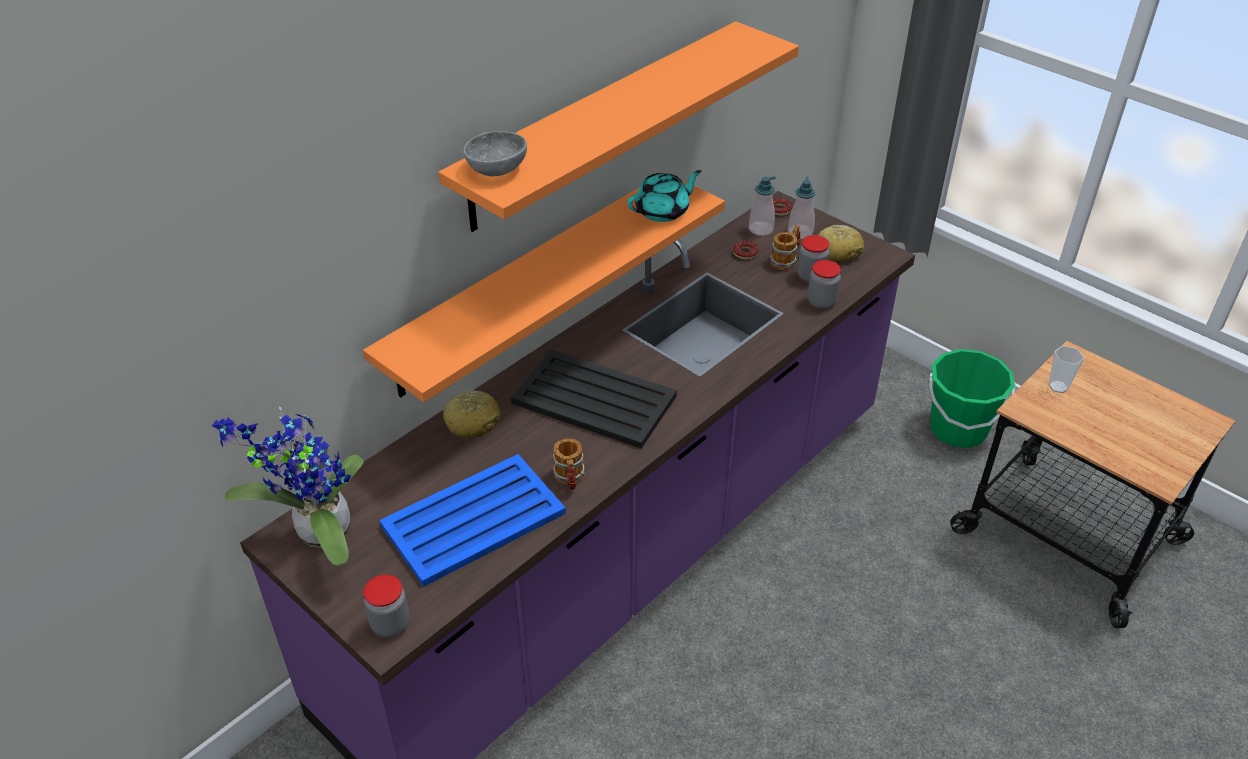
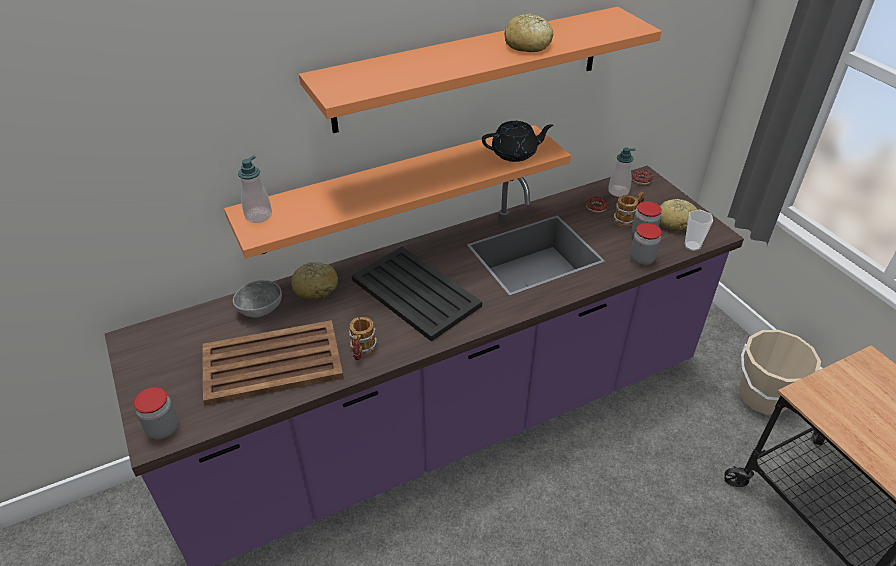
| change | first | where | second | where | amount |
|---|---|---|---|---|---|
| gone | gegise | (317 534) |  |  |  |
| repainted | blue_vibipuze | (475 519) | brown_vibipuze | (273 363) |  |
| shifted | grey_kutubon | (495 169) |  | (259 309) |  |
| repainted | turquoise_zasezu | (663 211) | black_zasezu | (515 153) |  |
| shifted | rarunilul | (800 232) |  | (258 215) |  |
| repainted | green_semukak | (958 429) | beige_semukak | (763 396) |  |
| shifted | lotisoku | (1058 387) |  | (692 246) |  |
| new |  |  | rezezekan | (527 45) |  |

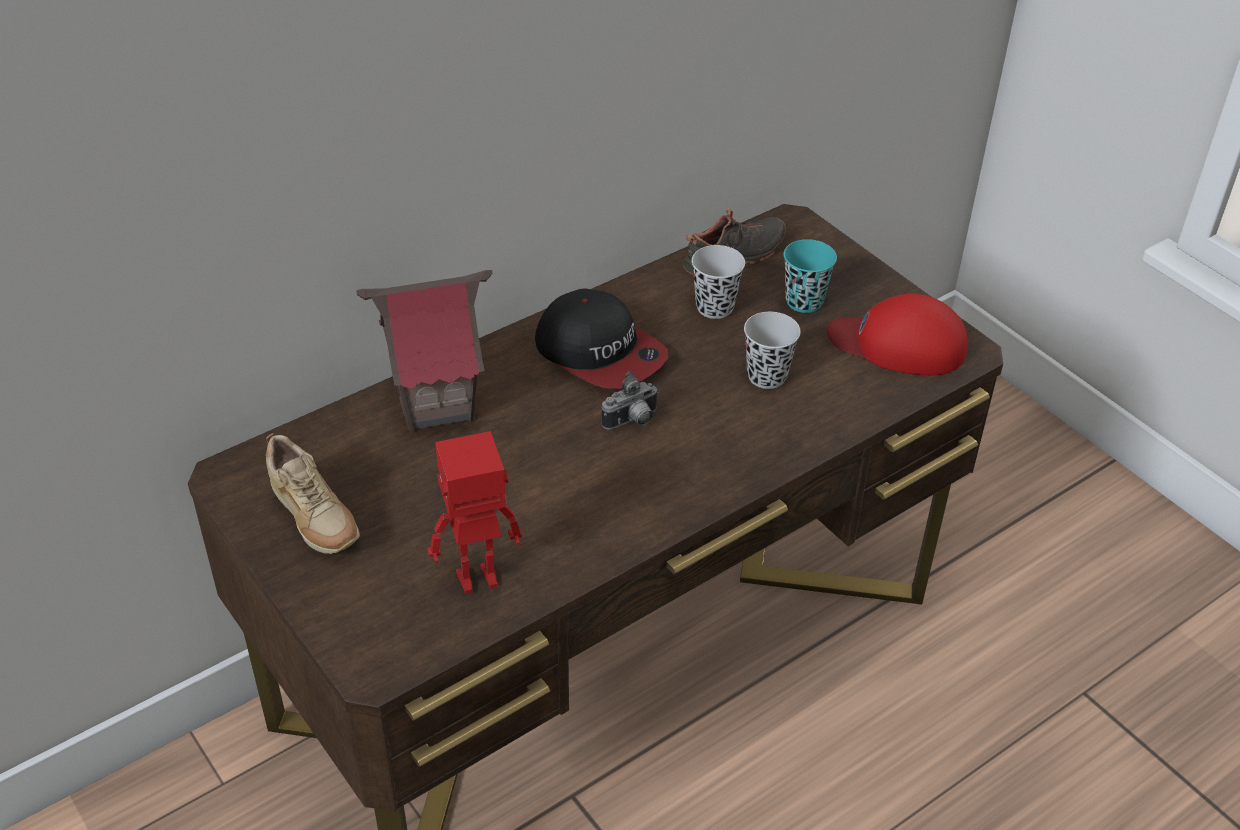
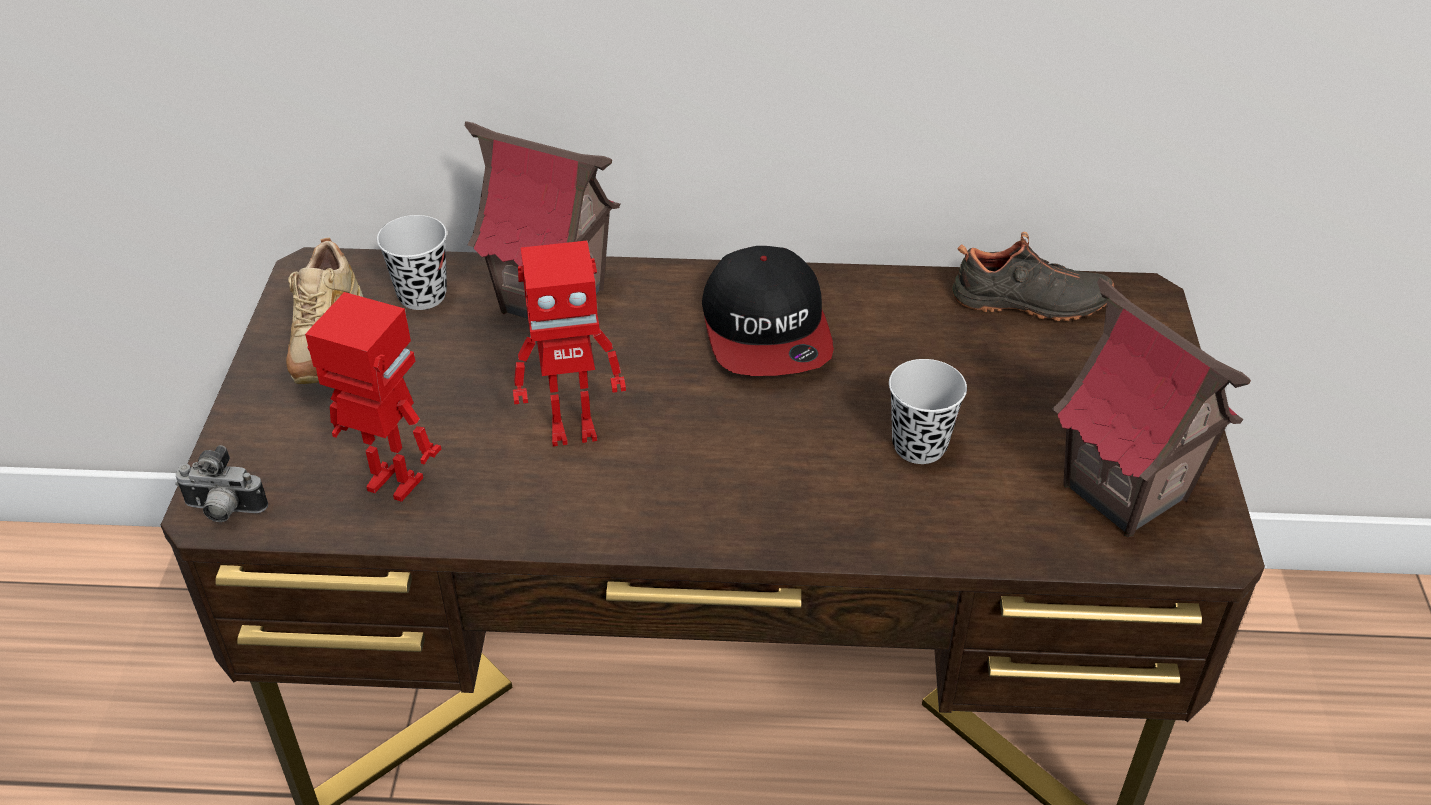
| change | first | where | second | where | amount |
|---|---|---|---|---|---|
| shifted | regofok | (632 421) |  | (223 511) |  |
| shifted | black_lotisoku | (714 307) |  | (422 295) |  |
| gone | turquoise_lotisoku | (804 301) |  |  |  |
| swapped | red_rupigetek | (898 344) | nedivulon | (1124 493) |  |
| new |  |  | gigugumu | (572 429) |  |

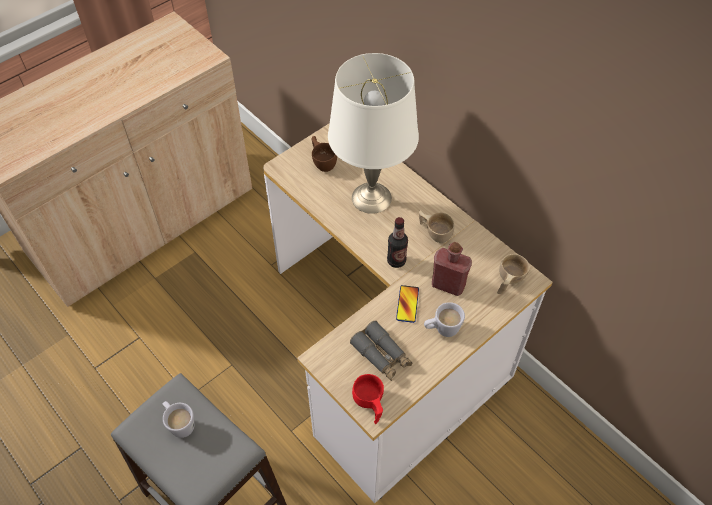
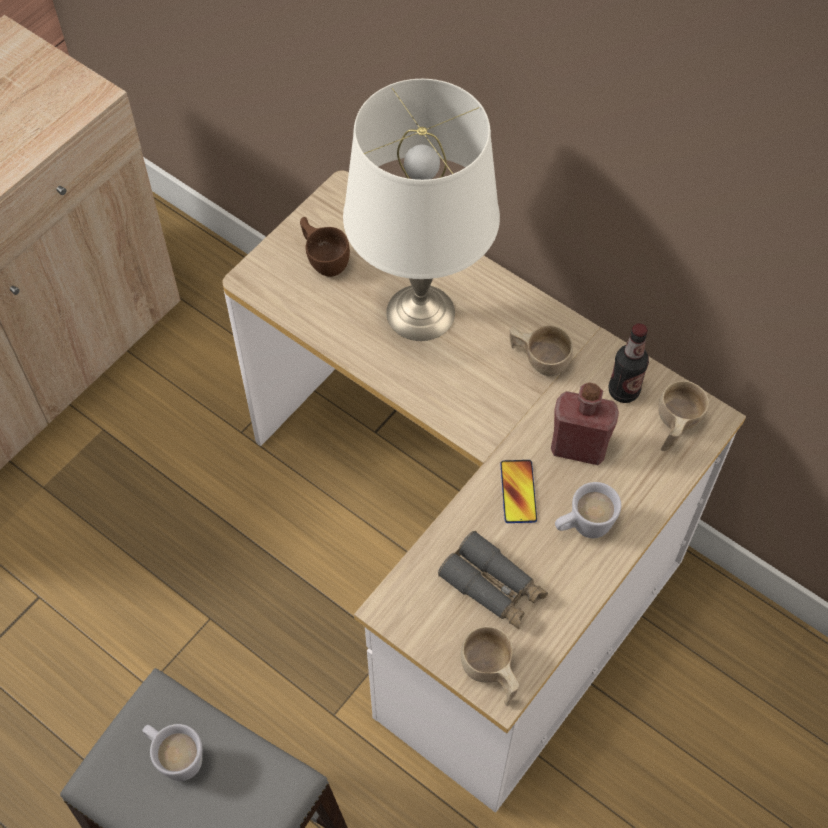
| change | first | where | second | where | amount |
|---|---|---|---|---|---|
| repainted | red_lotisoku | (369 404) | beige_lotisoku | (490 674) |  |
| shifted | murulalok | (396 261) |  | (623 391) |  |

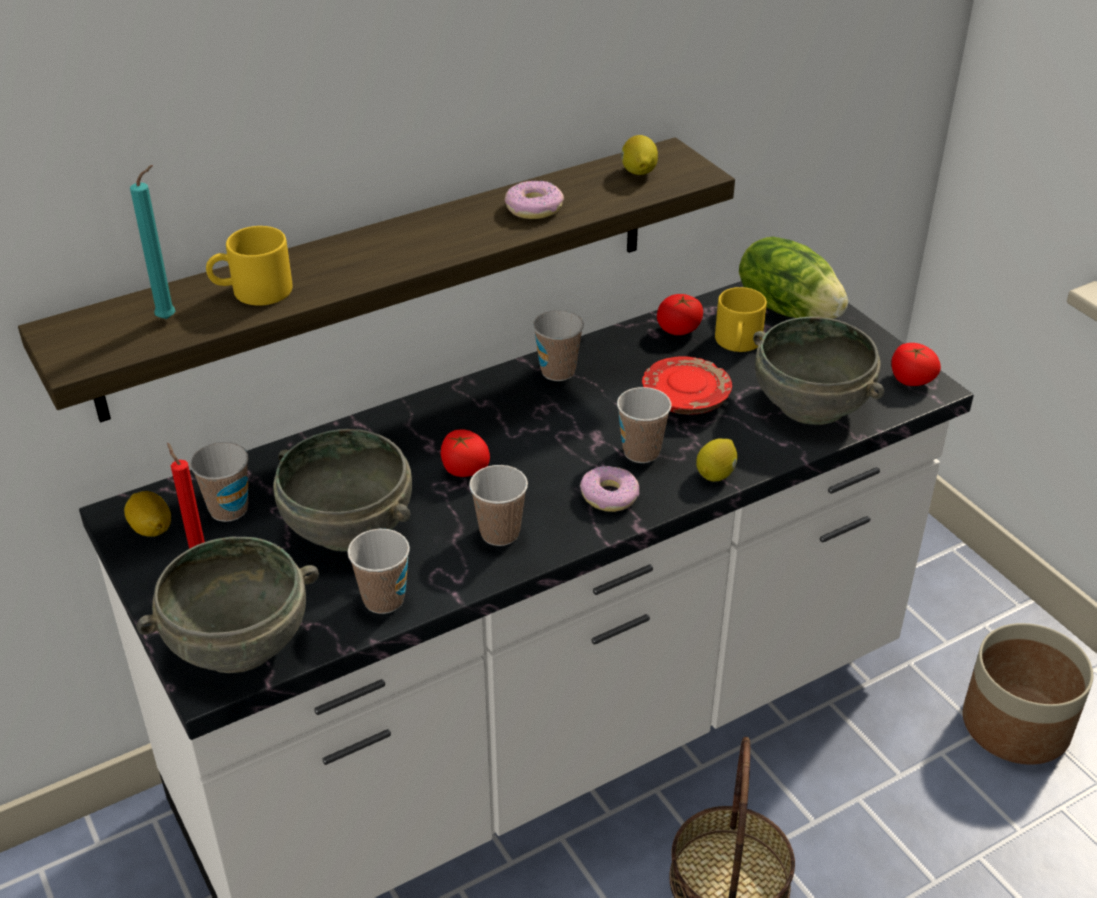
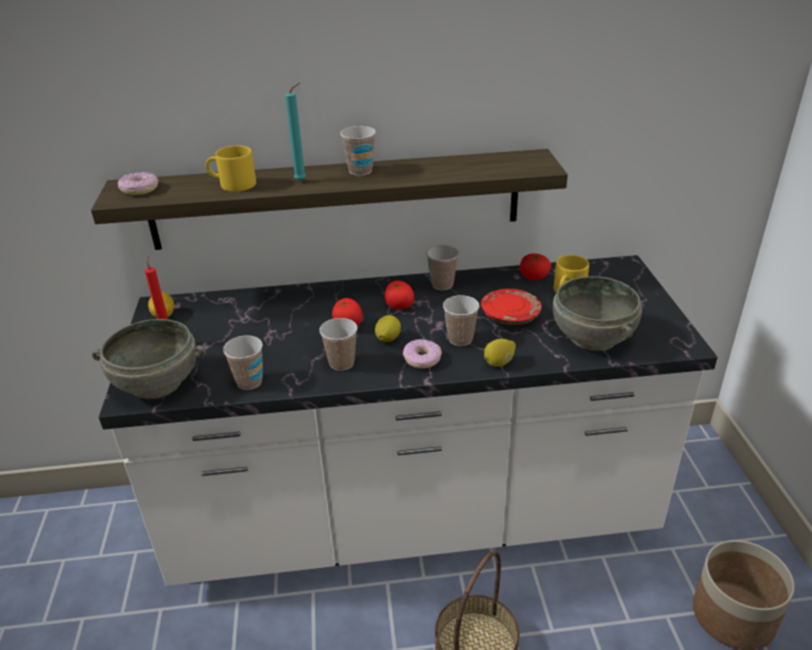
| change | first | where | second | where | amount |
|---|---|---|---|---|---|
| shifted | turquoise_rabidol | (169 318) |  | (302 180) |  |
| shifted | lotisoku | (228 509) |  | (360 171) |  |
| gone | grey_kutubon | (350 525) |  |  |  |
| shifted | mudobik | (533 208) |  | (140 189) |  |
| shifted | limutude | (638 173) |  | (387 339) |  |
| gone | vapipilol | (788 308) |  |  |  |
| shifted | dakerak | (911 380) |  | (399 306) |  |

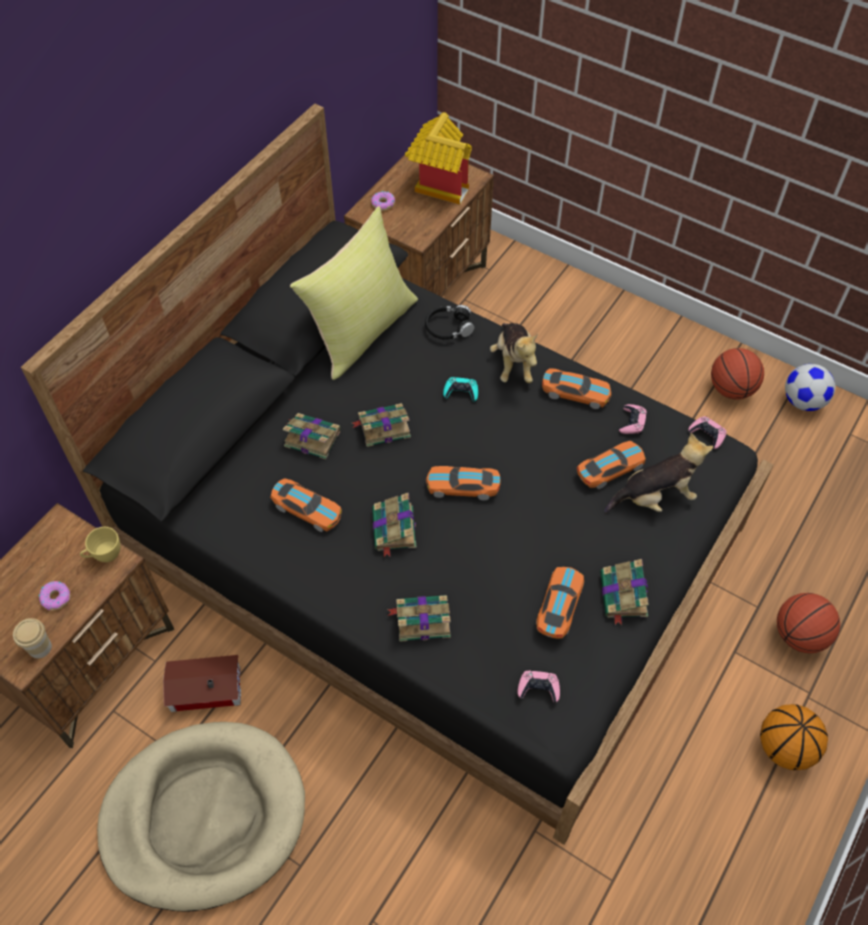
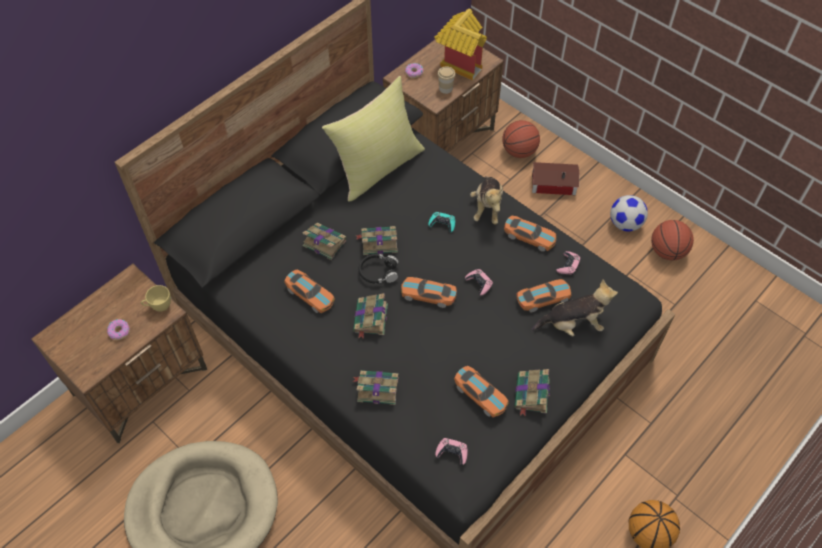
| change | first | where | second | where | amount |
|---|---|---|---|---|---|
| shifted | lotisoku | (40 647) |  | (445 88) |  |
| shifted | nedivulon | (204 688) |  | (552 183) |  |
| shifted | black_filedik | (448 327) |  | (378 272) |  |
| rotated | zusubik | (559 606) |  | (480 394) | 105 degrees clockwise |
| shifted | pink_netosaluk | (707 434) |  | (479 283) |  |
| shifted | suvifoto | (799 635) |  | (519 151) |  |
| shifted | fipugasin | (803 401) |  | (625 224) |  |

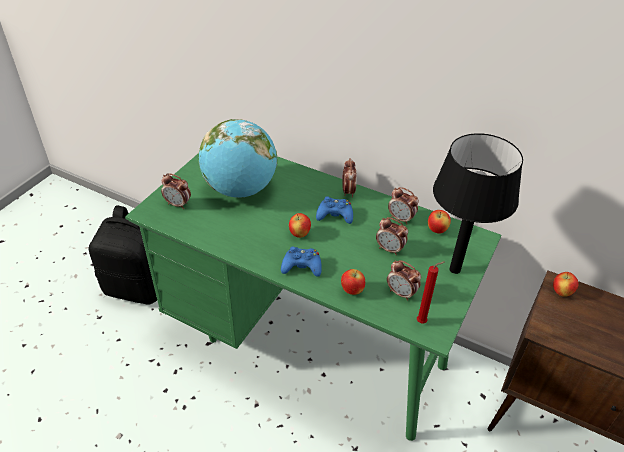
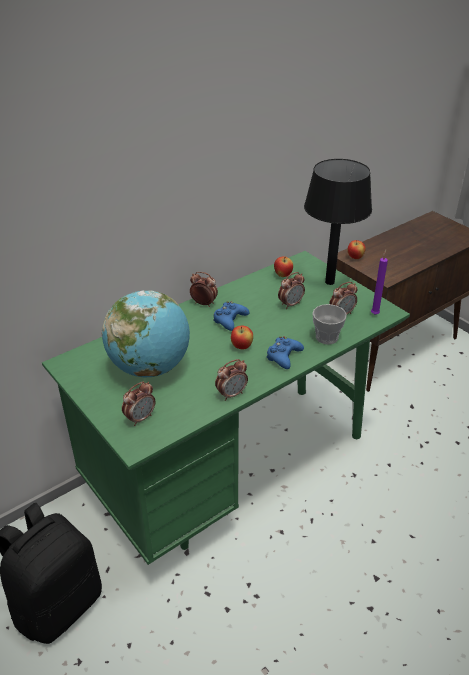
| change | first | where | second | where | amount |
|---|---|---|---|---|---|
| swapped | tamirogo | (352 290) | lotisoku | (327 337) |  |
| shifted | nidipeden | (401 219) |  | (231 394) |  |
| repainted | red_rabidol | (423 322) | purple_rabidol | (375 313) |  |

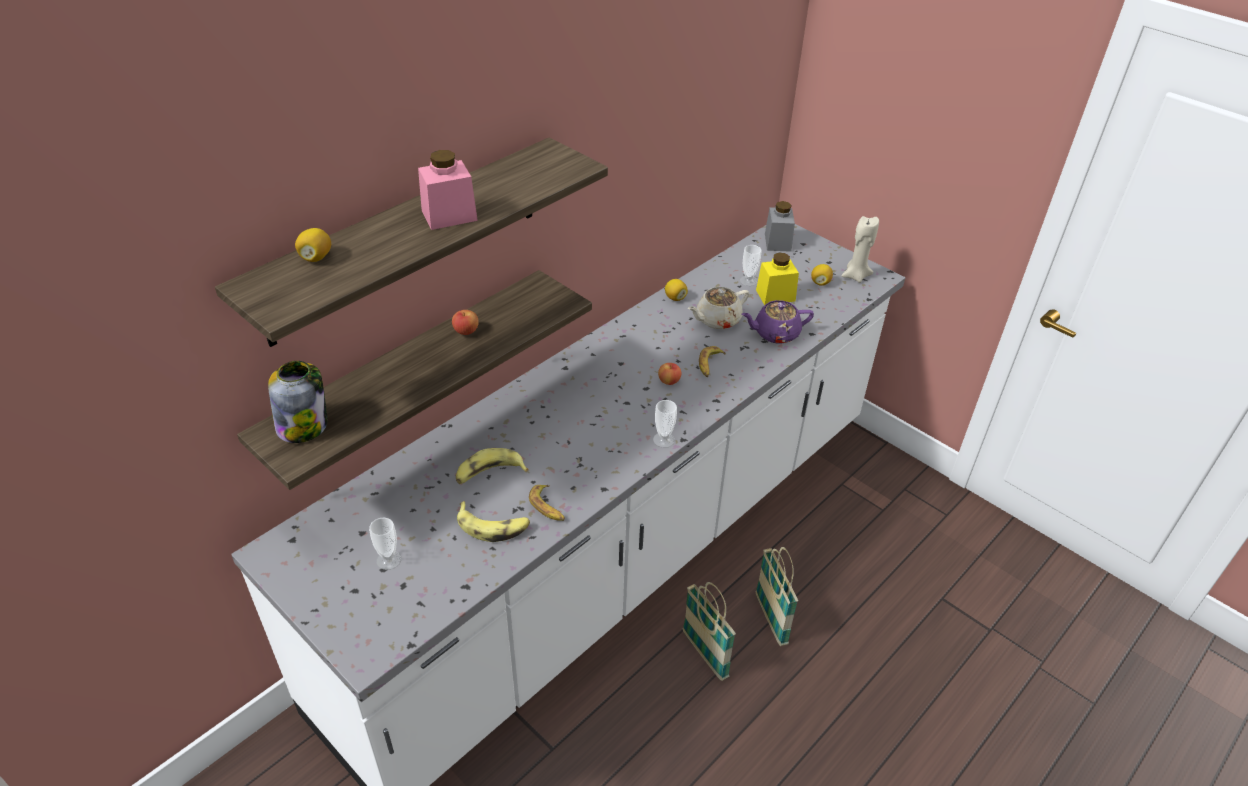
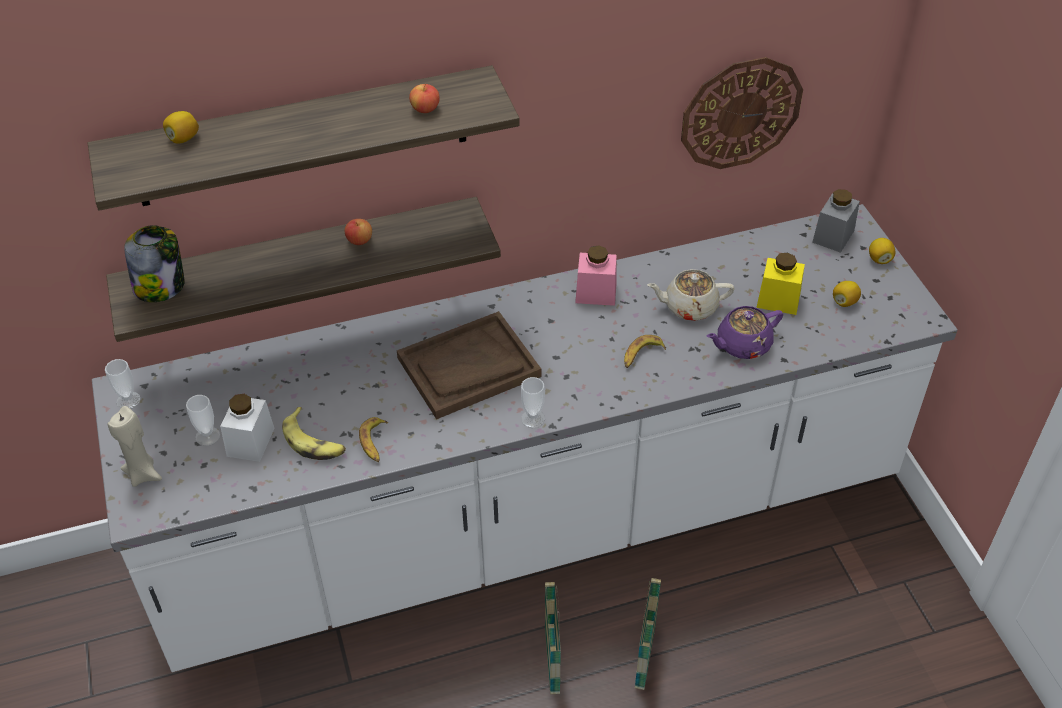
| change | first | where | second | where | amount |
|---|---|---|---|---|---|
| shifted | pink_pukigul | (449 215) |  | (596 293) |  |
| gone | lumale | (489 473) |  |  |  |
| shifted | tamirogo | (669 381) |  | (425 109) |  |
| shifted | limutude | (675 298) |  | (879 259) |  |
| shifted | lotisoku | (748 280) |  | (128 400) |  |
| rotated | purple_zasezu | (775 333) |  | (742 345) | 45 degrees counterclockwise |
| shifted | beige_rabidol | (855 276) |  | (143 474) |  |
| new |  |  | white_pukigul | (250 442) |  |
| new |  |  | brown_vibipuze | (468 367) |  |
| new |  |  | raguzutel | (740 113) |  |

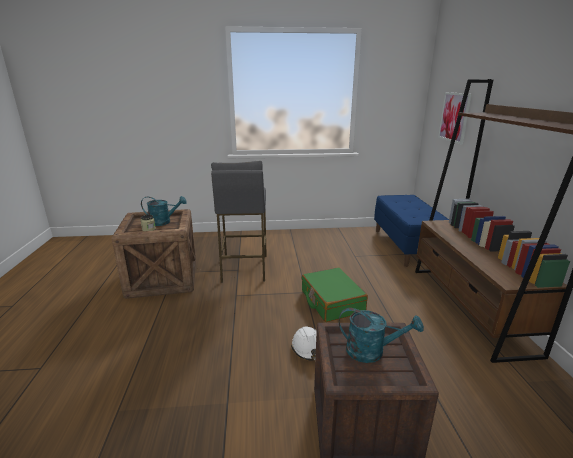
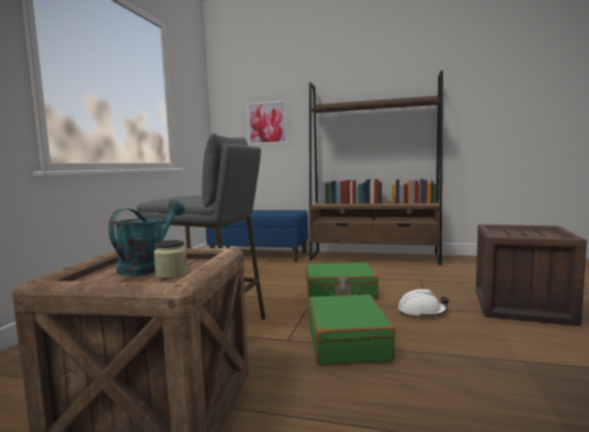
| change | first | where | second | where | amount |
|---|---|---|---|---|---|
| gone | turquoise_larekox | (372 351) |  |  |  |
| new |  |  | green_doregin | (348 342) |  |

